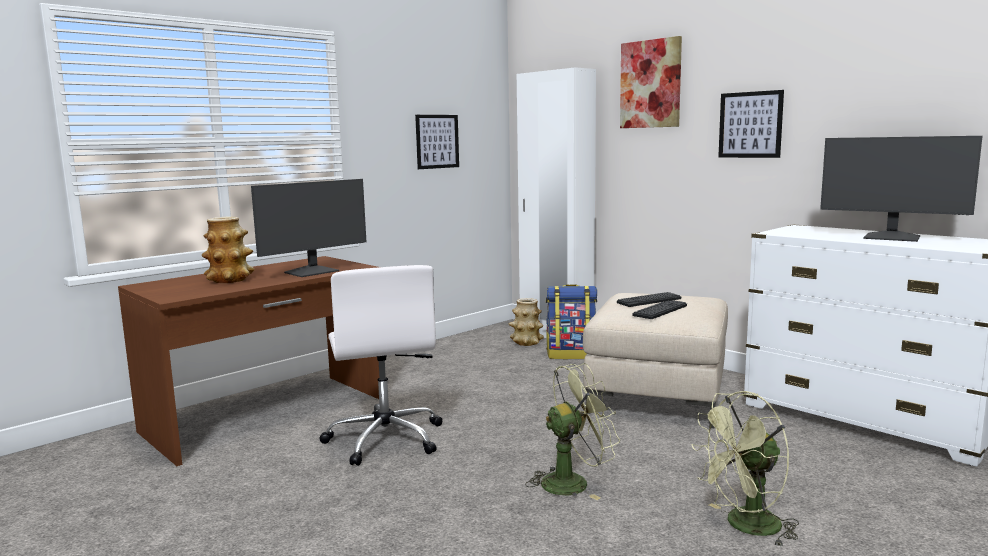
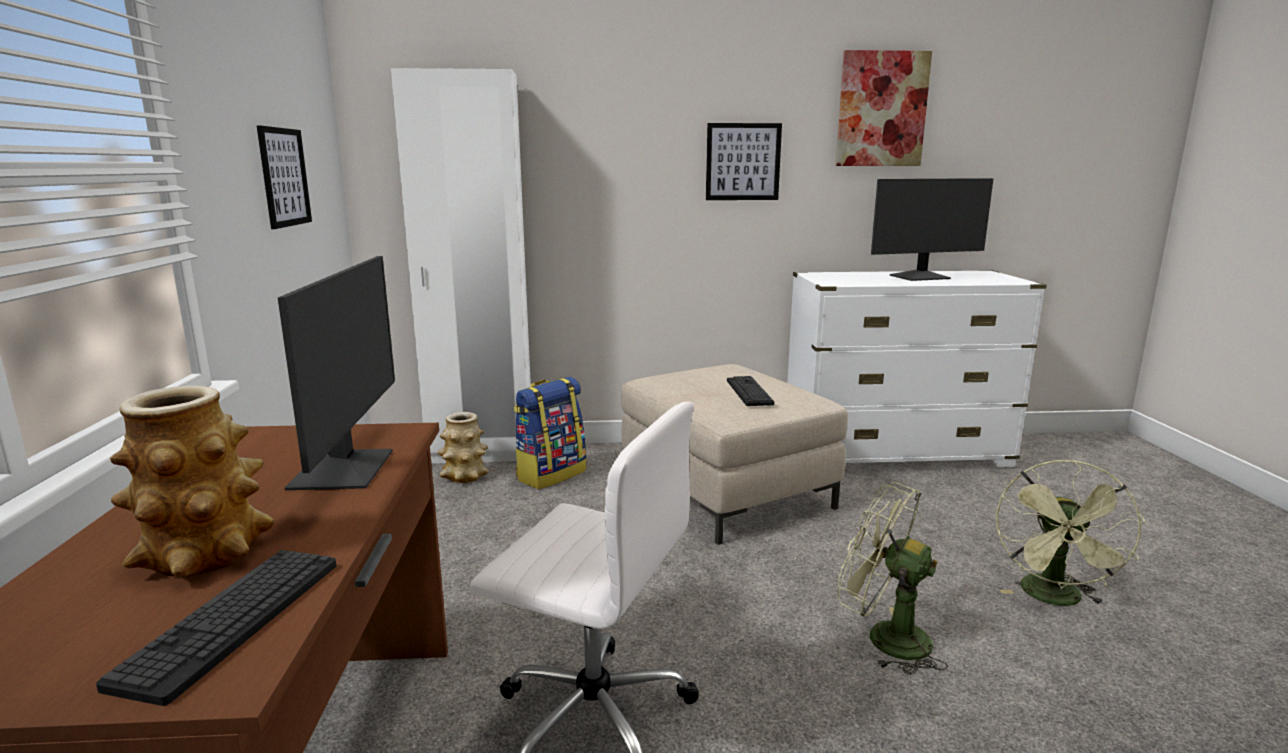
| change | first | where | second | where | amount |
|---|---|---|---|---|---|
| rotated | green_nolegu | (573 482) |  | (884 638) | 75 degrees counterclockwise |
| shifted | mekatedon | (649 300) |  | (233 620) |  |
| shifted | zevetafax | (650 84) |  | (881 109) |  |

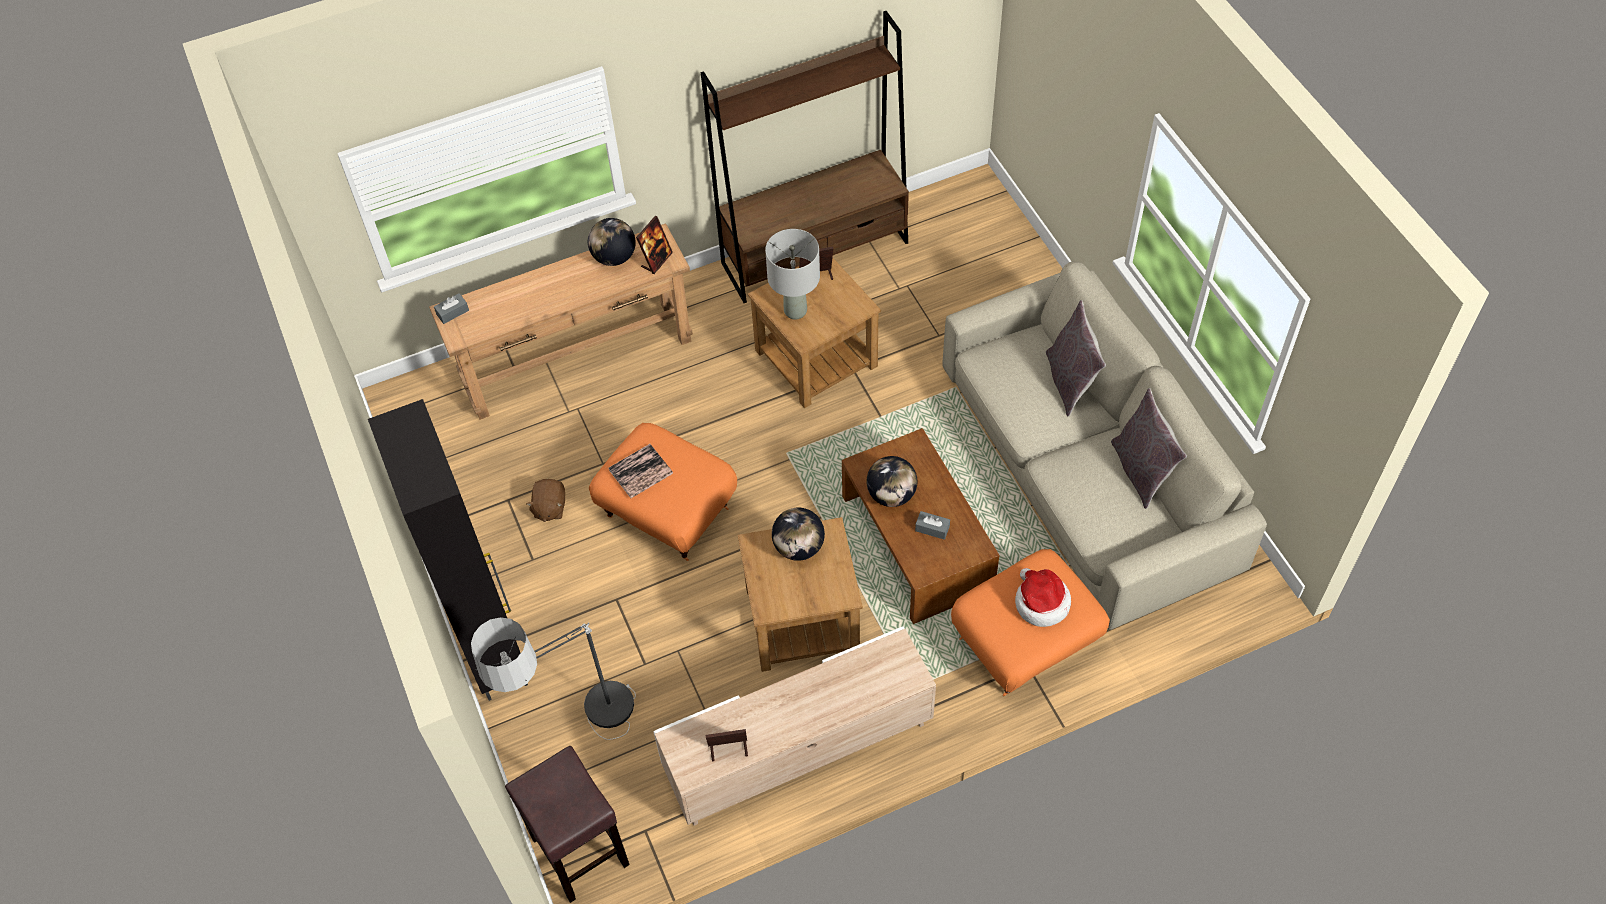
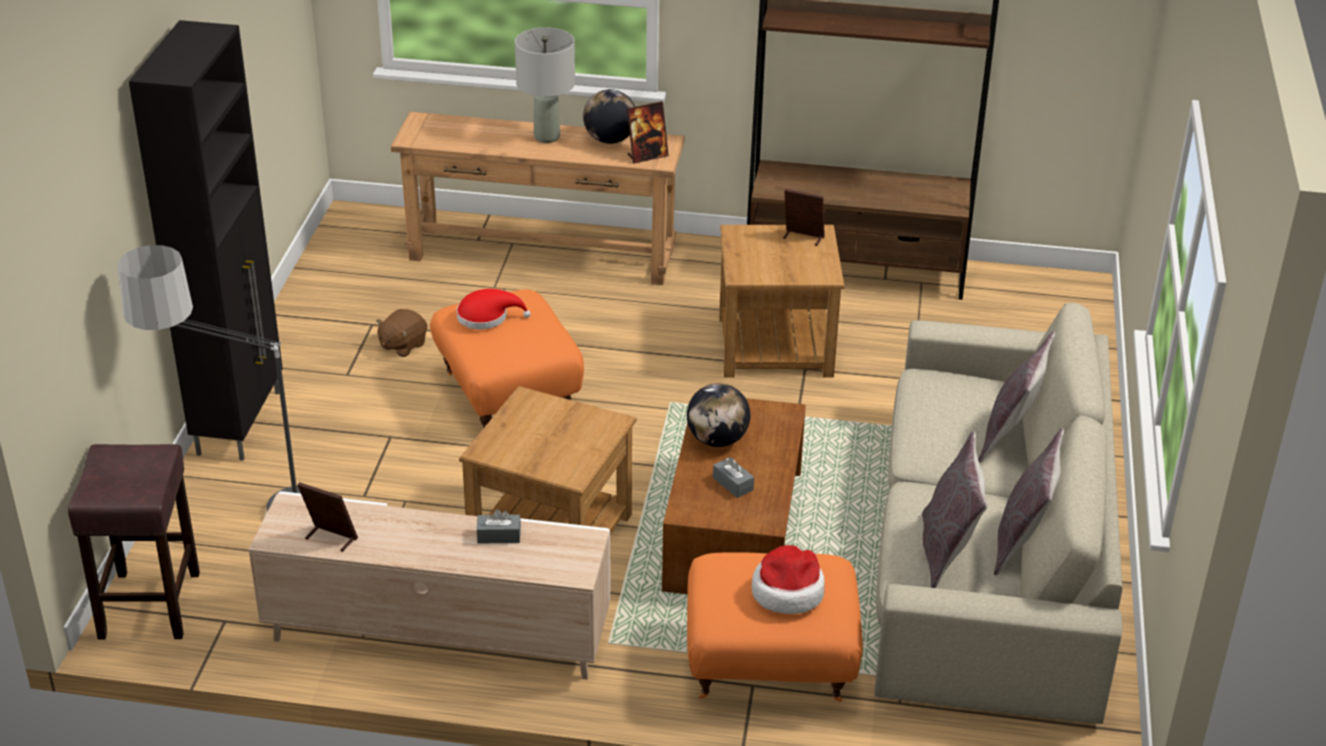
| change | first | where | second | where | amount |
|---|---|---|---|---|---|
| shifted | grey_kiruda | (452 312) |  | (499 536) |  |
| swapped | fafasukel | (641 472) | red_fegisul | (487 317) |  |
| shifted | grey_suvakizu | (796 311) |  | (547 137) |  |
| gone | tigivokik | (798 547) |  |  |  |
| new |  |  | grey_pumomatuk | (947 551) |  |

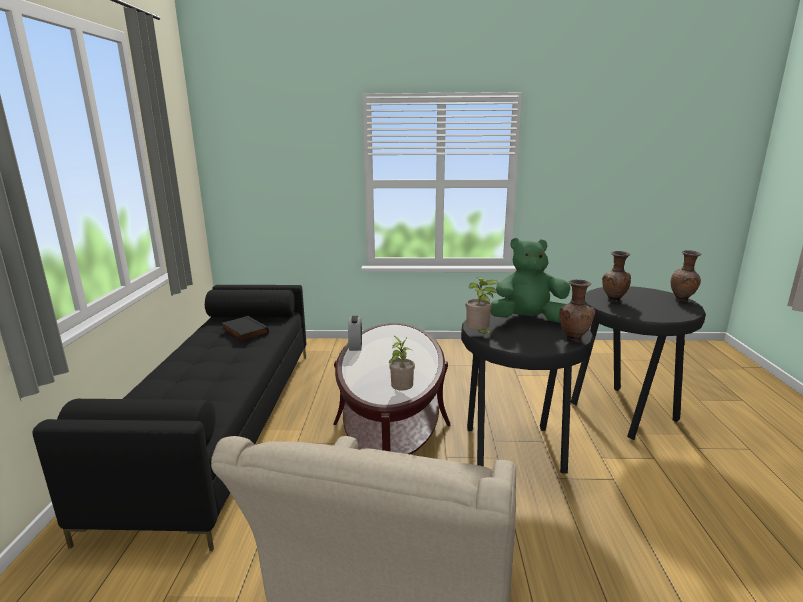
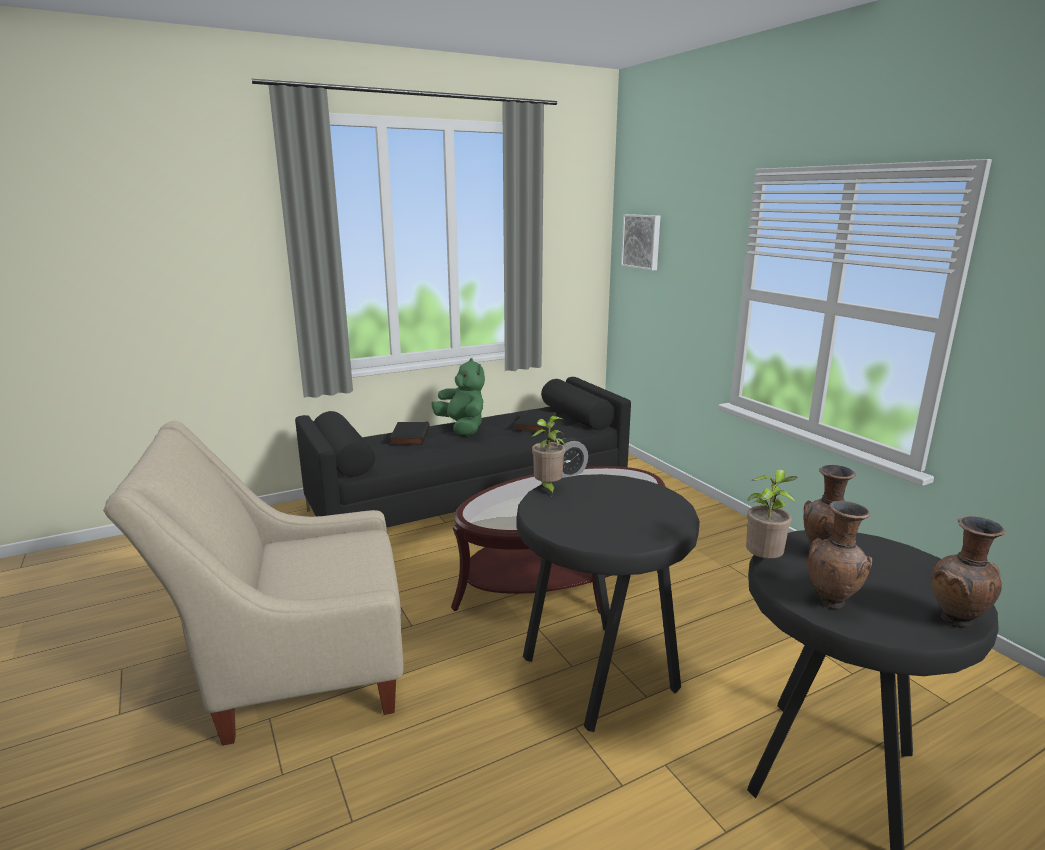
| change | first | where | second | where | amount |
|---|---|---|---|---|---|
| shifted | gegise | (401 392) |  | (764 562) |  |
| shifted | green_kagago | (528 320) |  | (462 428) |  |
| shifted | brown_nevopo | (573 340) |  | (832 602) |  |
| new |  |  | black_fafasukel | (409 436) |  |
| new |  |  | zevetafax | (642 241) |  |

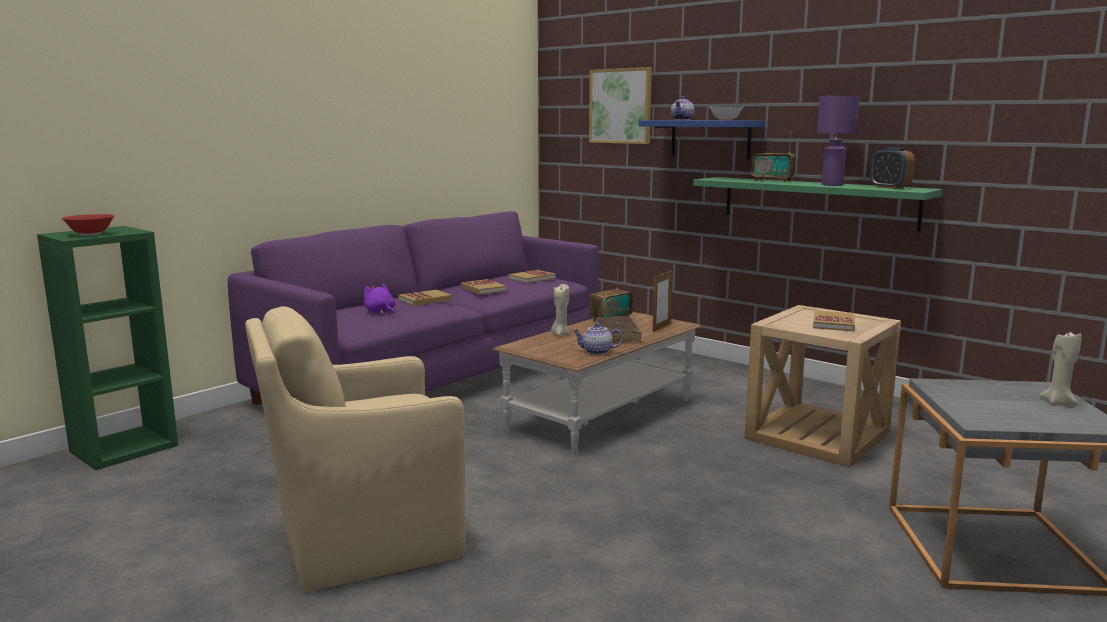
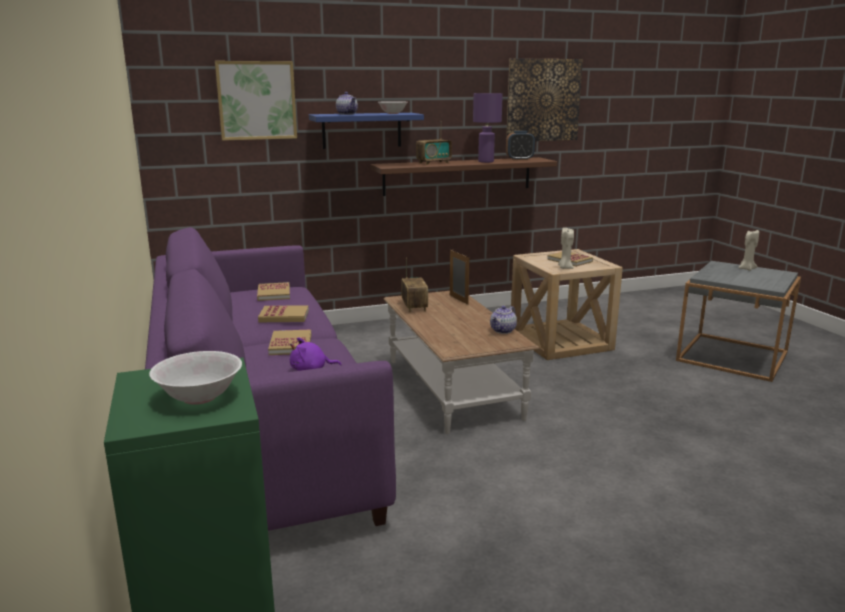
| change | first | where | second | where | amount |
|---|---|---|---|---|---|
| repainted | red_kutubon | (90 234) | white_kutubon | (200 397) |  |
| gone | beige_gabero | (362 540) |  |  |  |
| shifted | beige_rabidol | (560 334) |  | (565 268) |  |
| gone | brown_fafasukel | (617 336) |  |  |  |
| repainted | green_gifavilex | (817 202) | brown_gifavilex | (458 176) |  |
| new |  |  | zevetafax | (543 100) |  |

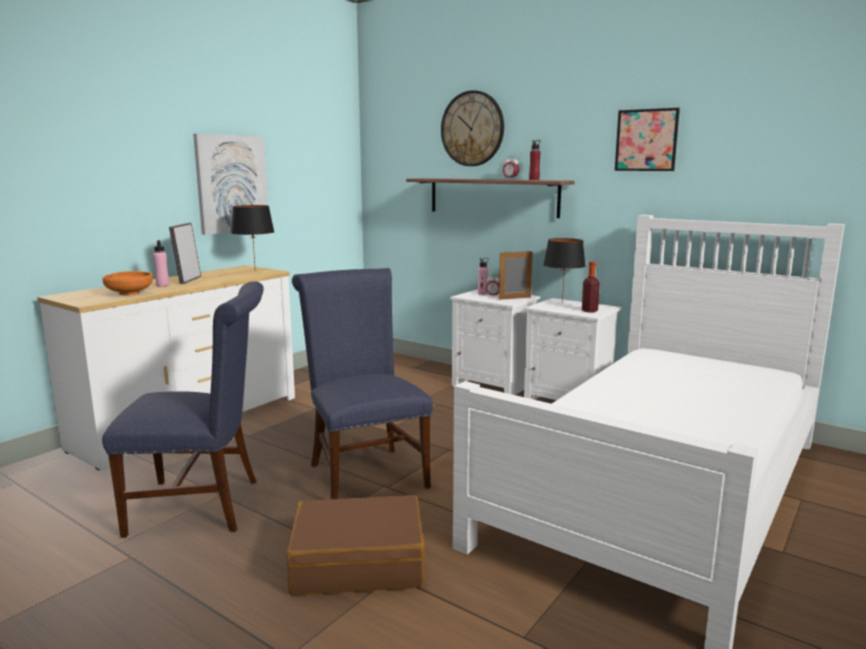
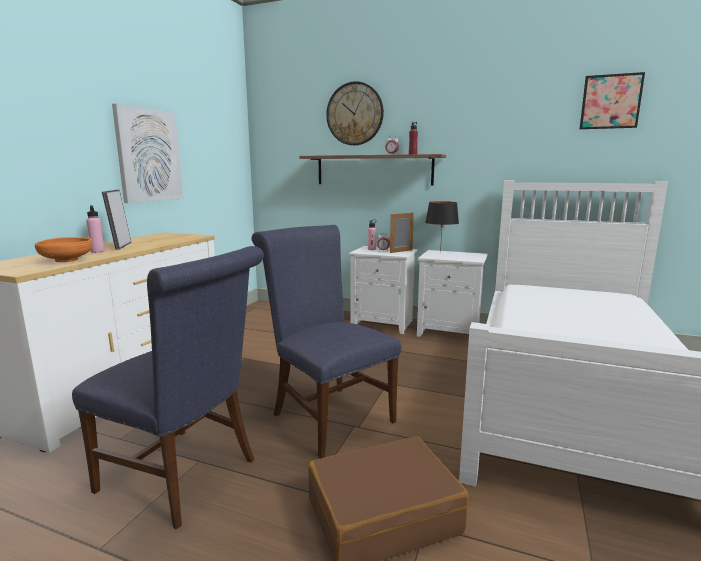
| change | first | where | second | where | amount |
|---|---|---|---|---|---|
| rotated | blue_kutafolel | (204 505) |  | (186 476) | 45 degrees clockwise |
| gone | black_suvakizu | (254 270) |  |  |  |
| gone | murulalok | (589 311) |  |  |  |
| shifted | zevetafax | (646 140) |  | (610 101) |  |

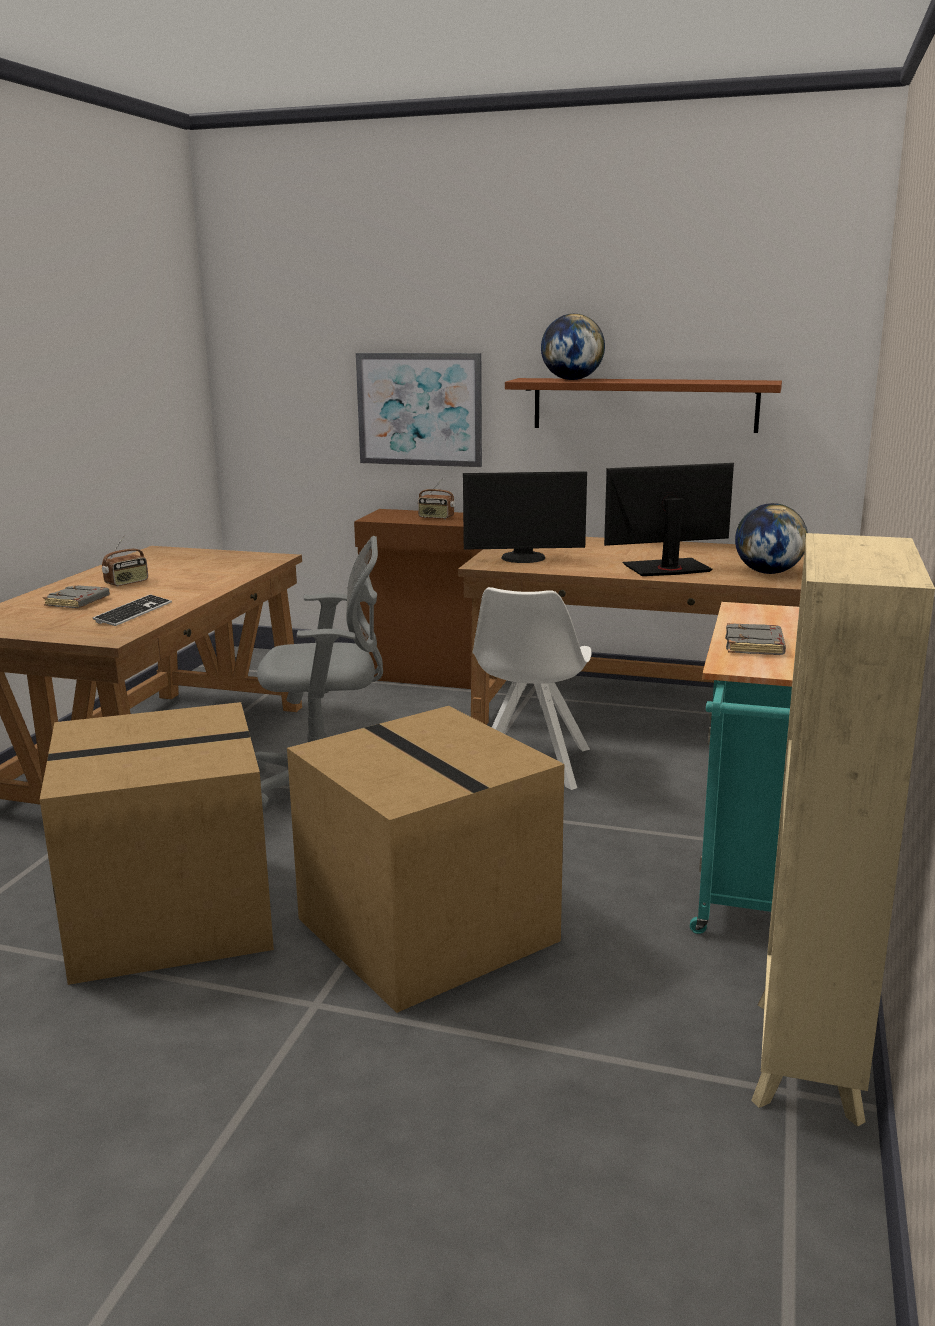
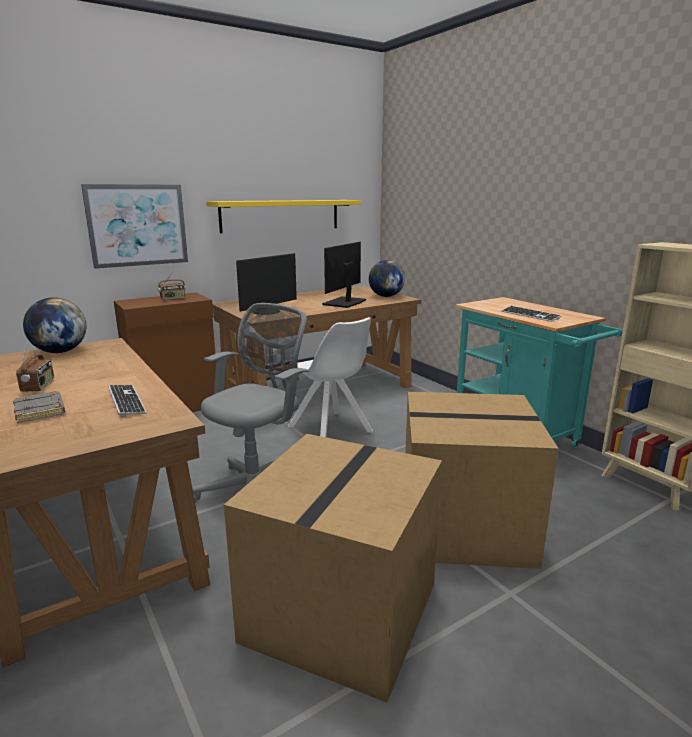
| change | first | where | second | where | amount |
|---|---|---|---|---|---|
| repainted | brown_gifavilex | (644 404) | yellow_gifavilex | (281 215) |  |
| shifted | tigivokik | (572 380) |  | (60 352) |  |
| swapped | grey_fafasukel | (755 646) | mekatedon | (530 315) |  |

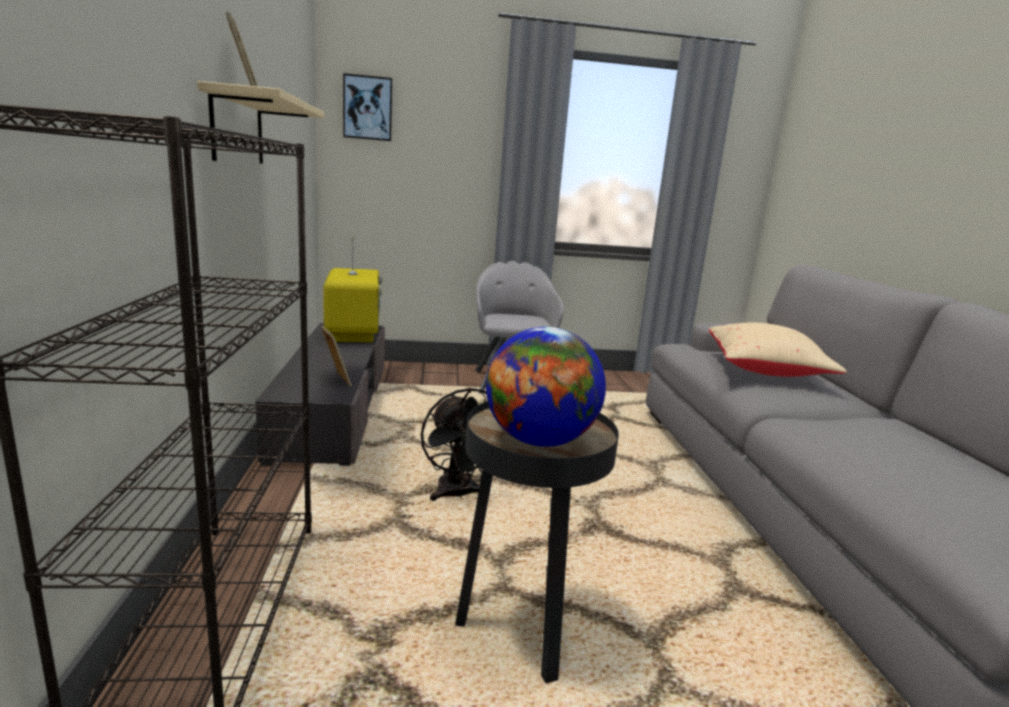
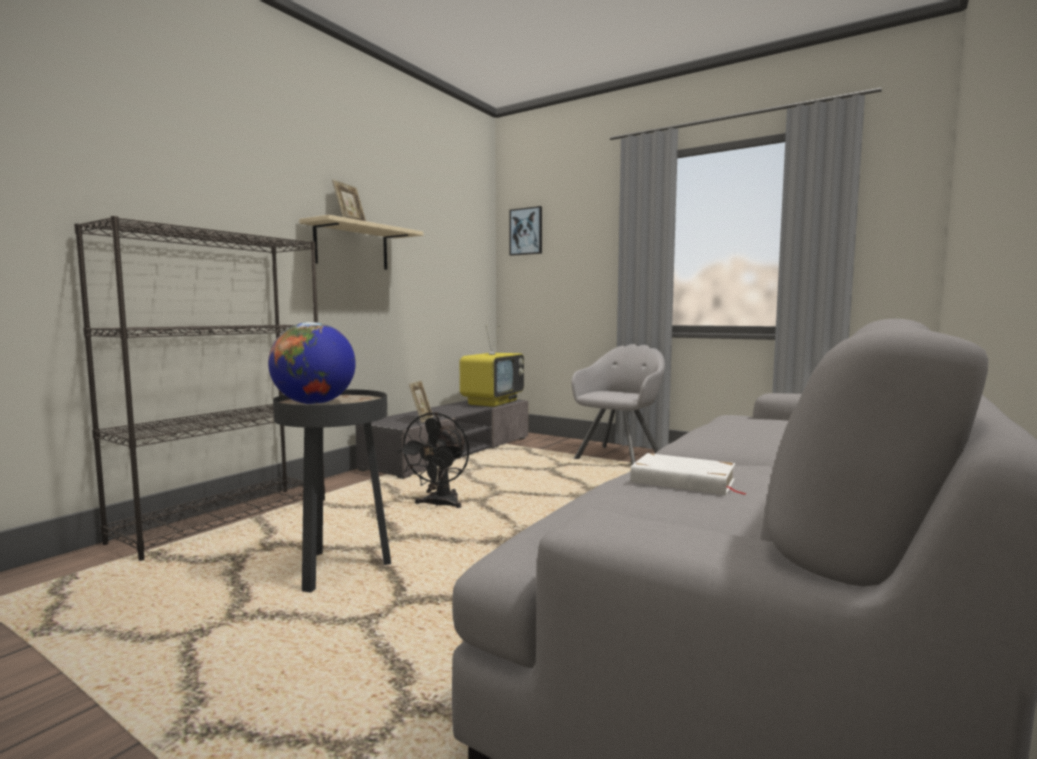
| change | first | where | second | where | amount |
|---|---|---|---|---|---|
| gone | beige_pumomatuk | (765 371) |  |  |  |
| new |  |  | white_fafasukel | (683 481) |  |

